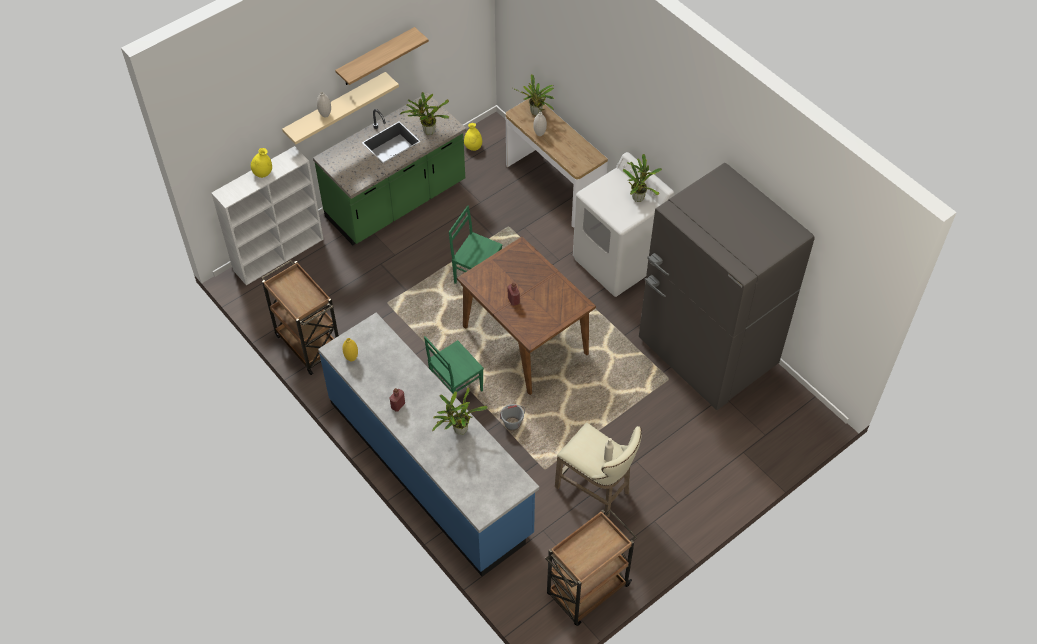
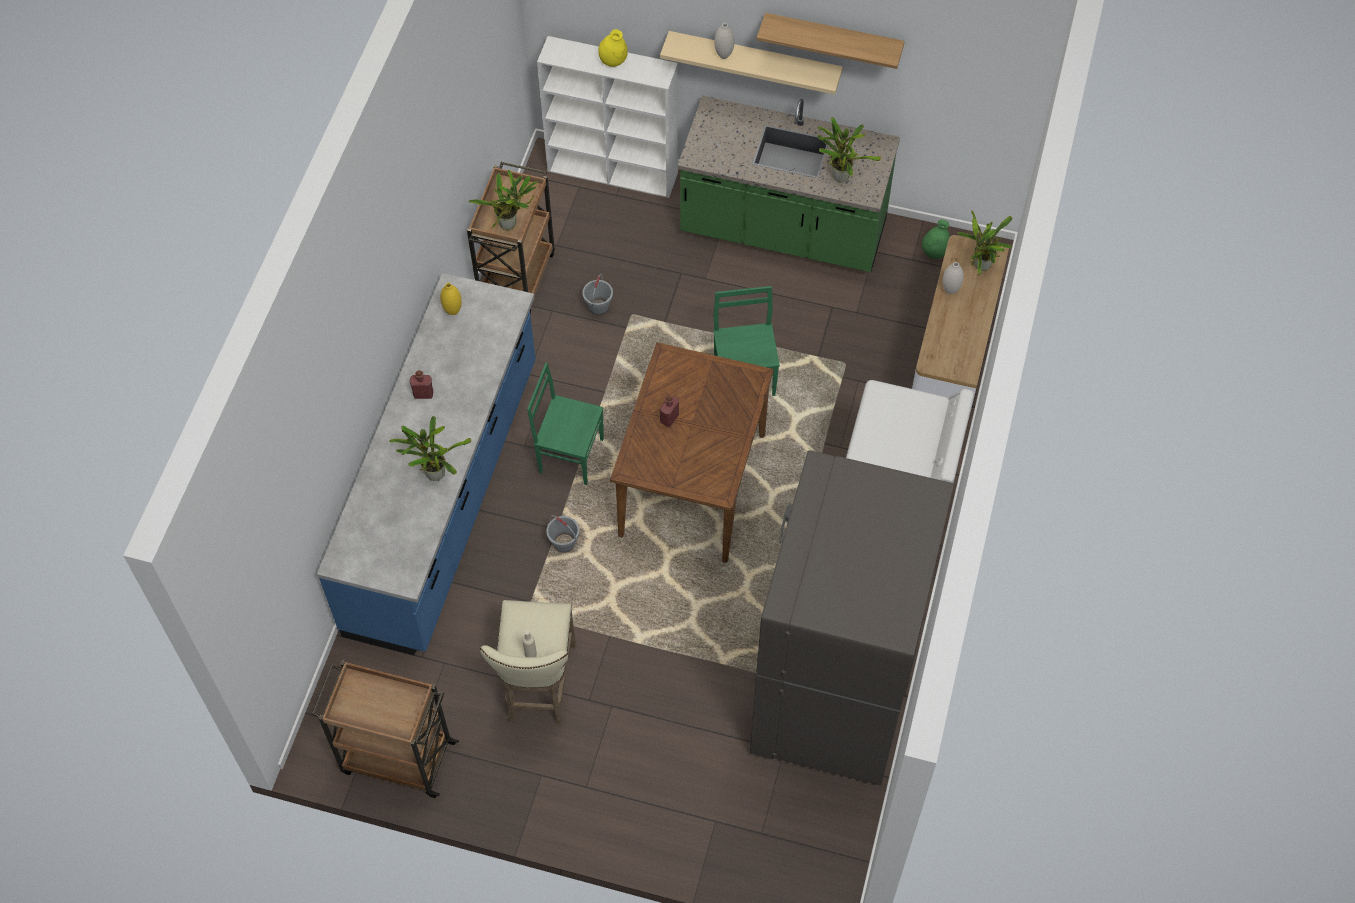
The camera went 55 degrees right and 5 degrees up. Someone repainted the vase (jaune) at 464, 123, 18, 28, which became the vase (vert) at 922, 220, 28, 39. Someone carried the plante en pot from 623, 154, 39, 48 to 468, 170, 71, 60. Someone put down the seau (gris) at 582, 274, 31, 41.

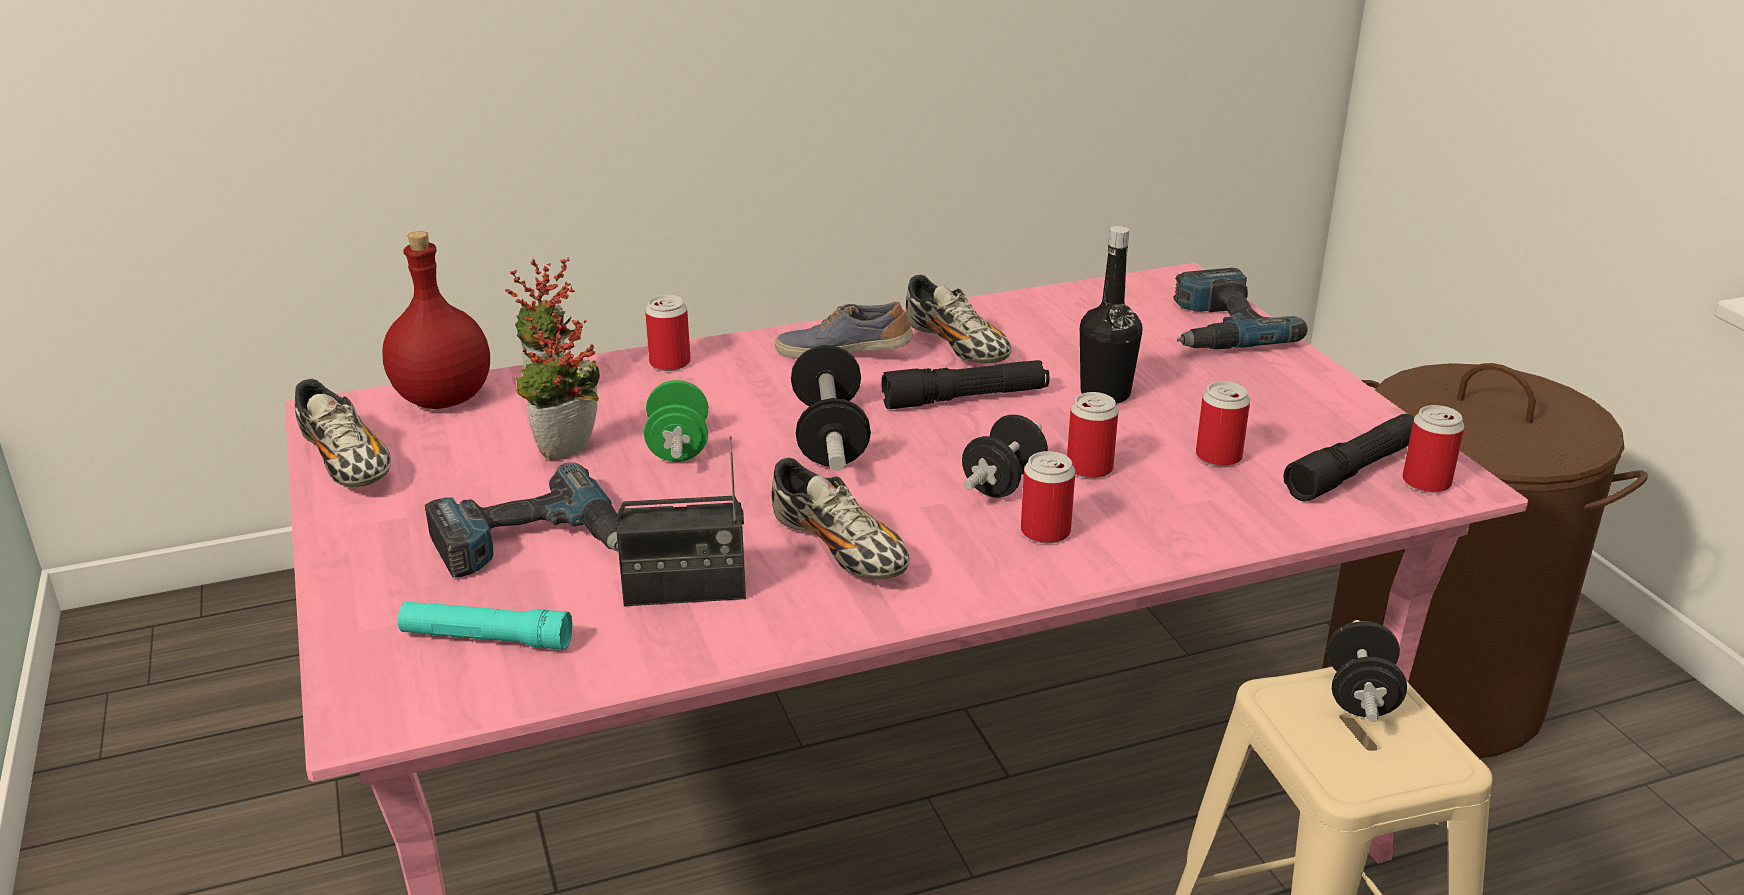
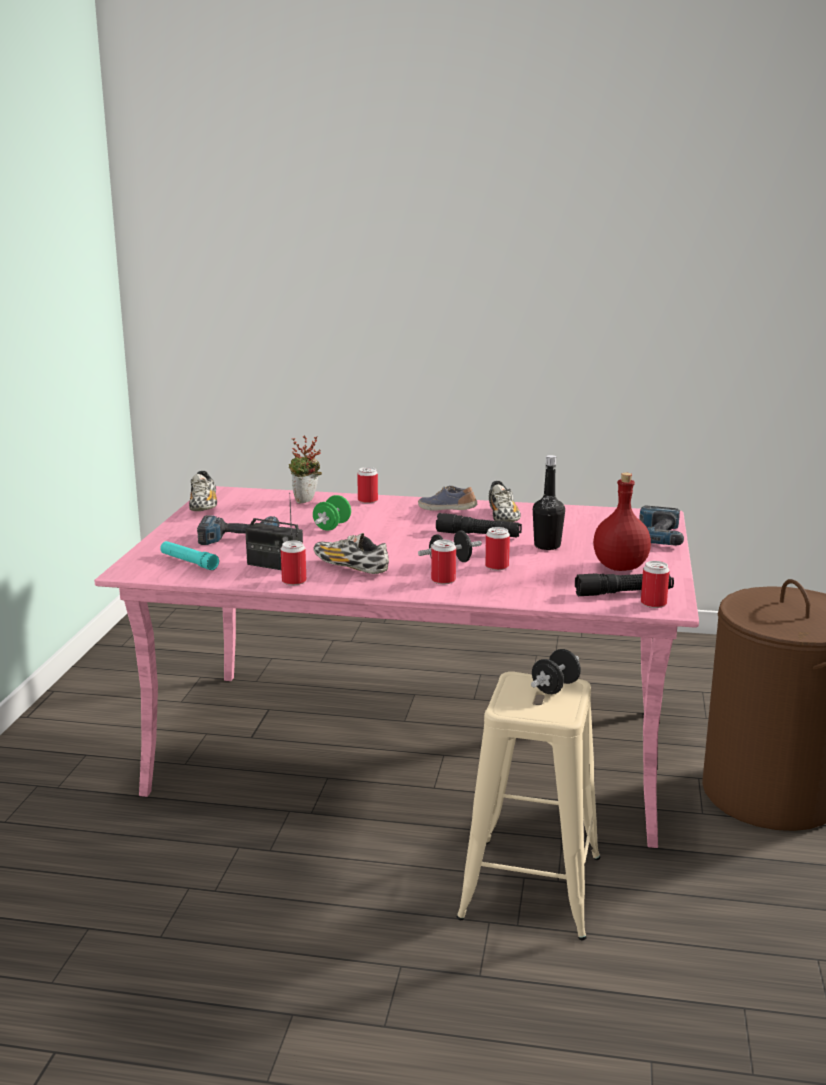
The camera went 30 degrees right and 10 degrees down. Someone carried the bouteille (rouge) from 382, 231, 108, 178 to 593, 473, 58, 98. Someone took away the plante en pot at 516, 310, 84, 151. Someone took away the haltère at 791, 345, 80, 126. Someone carried the boîte métallique from 1196, 381, 54, 85 to 281, 540, 25, 45. Someone rotated the chaussure at 772, 457, 138, 122 by 135 degrees clockwise.

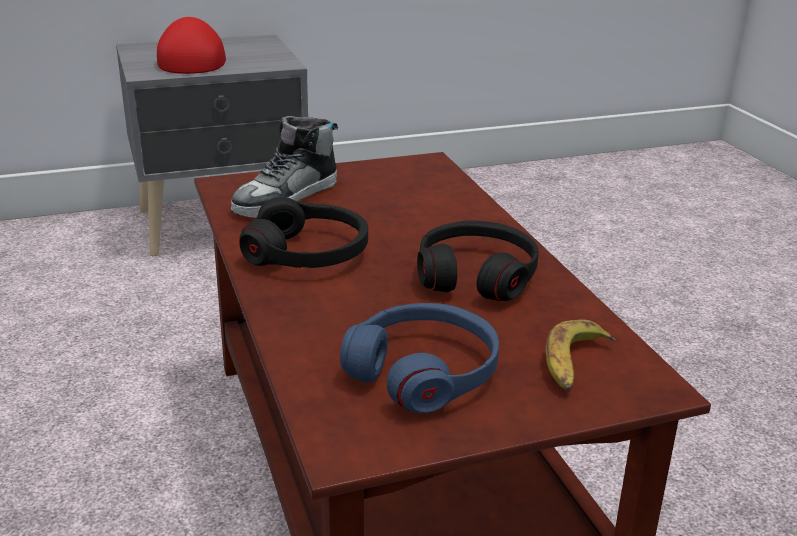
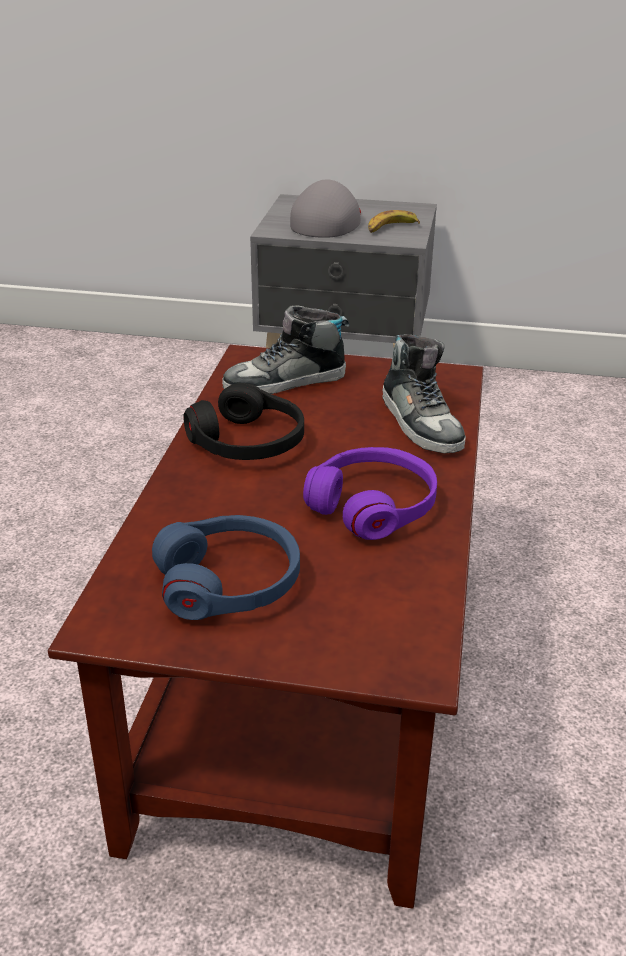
The camera went 30 degrees right and 5 degrees up. Someone repainted the casquette (rouge) at 157, 17, 69, 57, which became the casquette (gris) at 290, 179, 71, 59. Someone repainted the casque audio (noir) at 417, 221, 122, 80, which became the casque audio (violet) at 303, 447, 134, 93. Someone carried the banane from 545, 319, 71, 73 to 368, 210, 52, 23. Someone put down the chaussure at 383, 334, 83, 120.

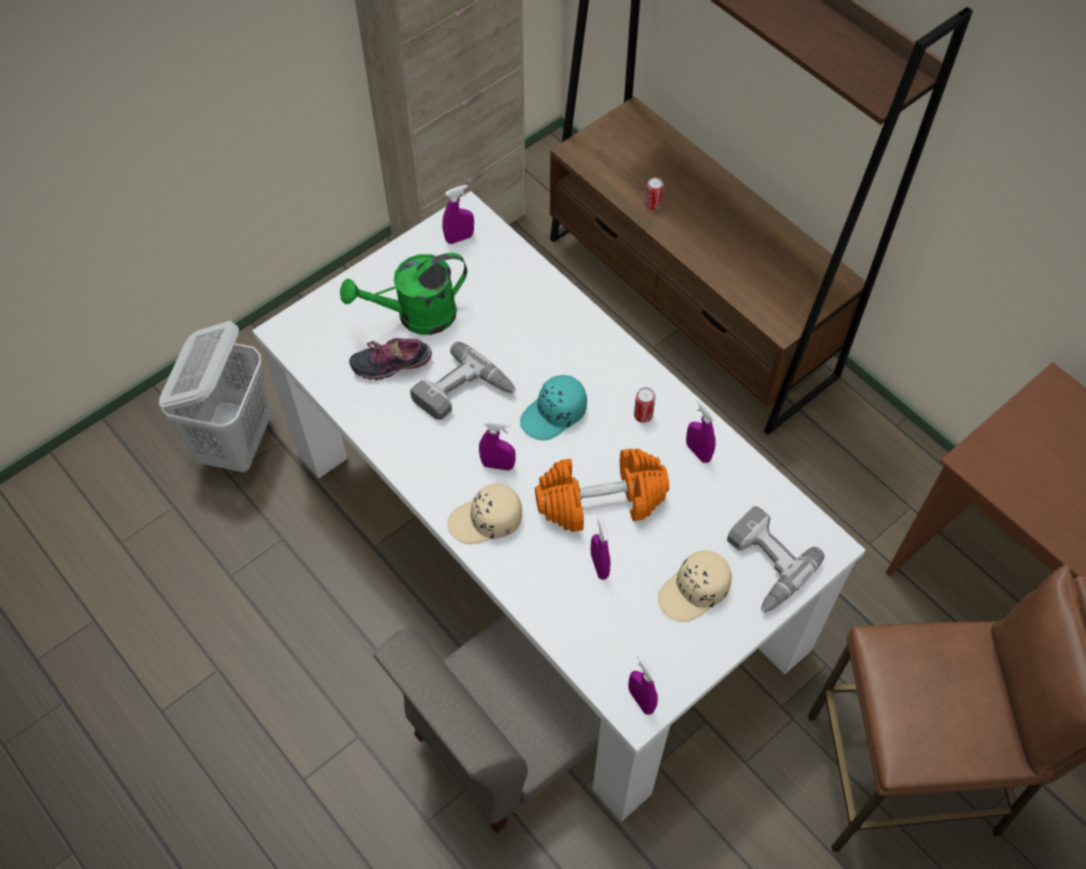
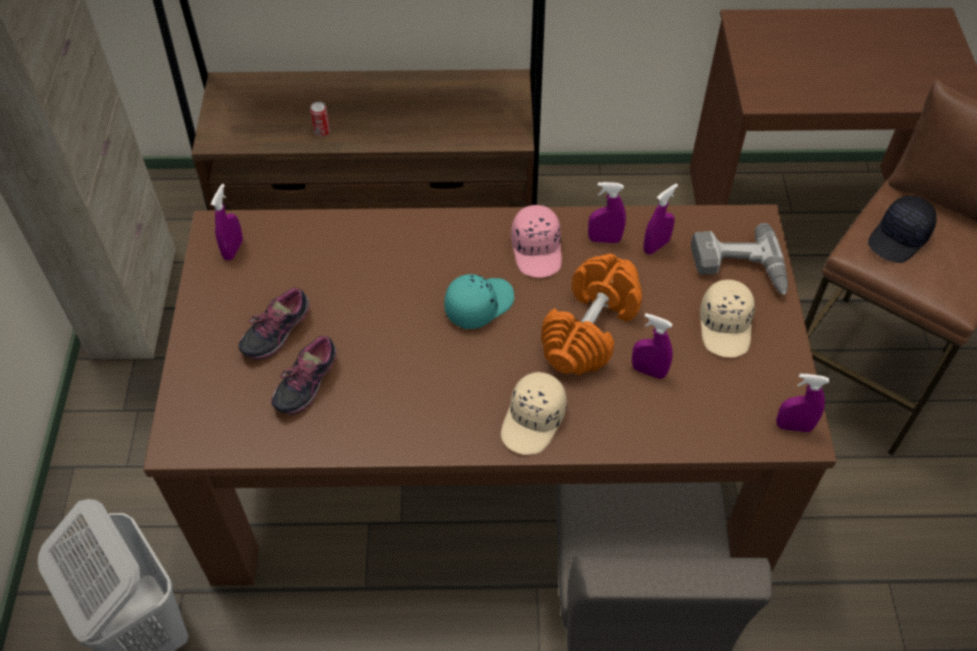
The camera went 50 degrees left and 5 degrees down. Someone repainted the table à manger (blanc) at 252, 191, 613, 631, which became the table à manger (marron) at 143, 204, 694, 382. Someone swapped the arrosoir (vert) at 340, 253, 127, 82 for the chaussure at 238, 288, 72, 72. Someone took away the perceuse at 410, 341, 106, 79. Someone rotated the casquette (turquoise) at 520, 375, 67, 66 by 135 degrees counterclockwise. Someone swapped the boîte métallique at 634, 387, 22, 36 for the casquette (rose) at 511, 205, 51, 73. Someone carried the vaporisateur (violet) from 479, 421, 37, 49 to 643, 183, 35, 71. Someone put down the casquette (noir) at 868, 196, 69, 67.

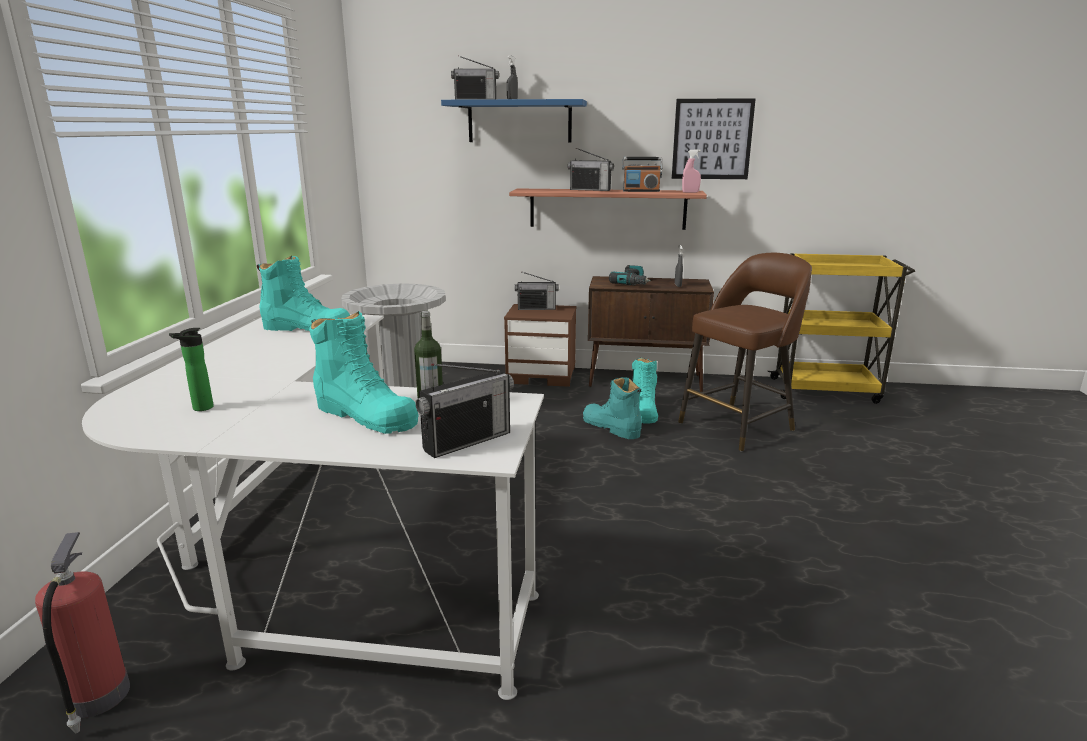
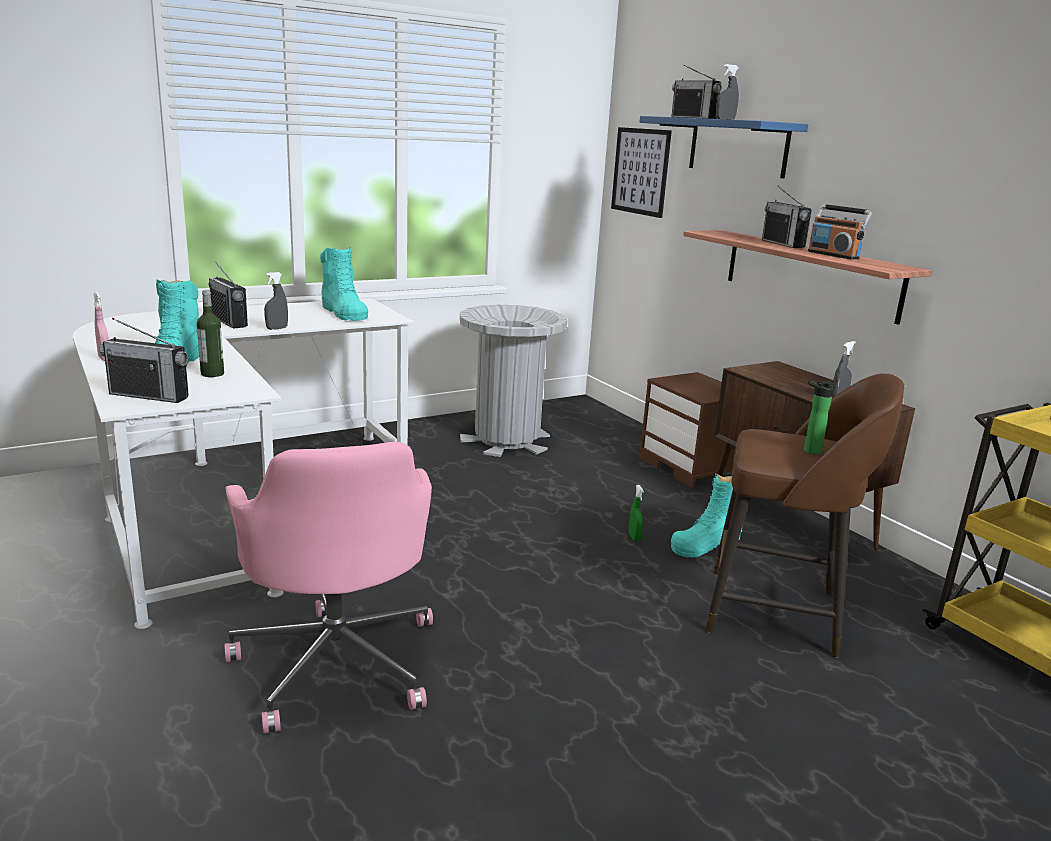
The camera went 50 degrees right and 0 degrees up. Someone carried the tableau from 672, 98, 84, 81 to 611, 127, 61, 91. Someone carried the vaporisateur (rose) from 682, 150, 19, 43 to 93, 292, 16, 69. Someone took away the perceuse at 609, 265, 42, 20. Someone carried the radio from 515, 271, 44, 39 to 209, 262, 39, 67. Someone carried the bouteille from 169, 328, 45, 83 to 804, 381, 31, 74. Someone swapped the botte (turquoise) at 583, 377, 59, 62 for the vaporisateur (vert) at 628, 485, 16, 57. Someone took away the extincteur at 35, 532, 95, 201. Someone put down the vaporisateur (gris) at 264, 272, 24, 58. Someone put down the chaise de bureau (rose) at 224, 441, 209, 293.

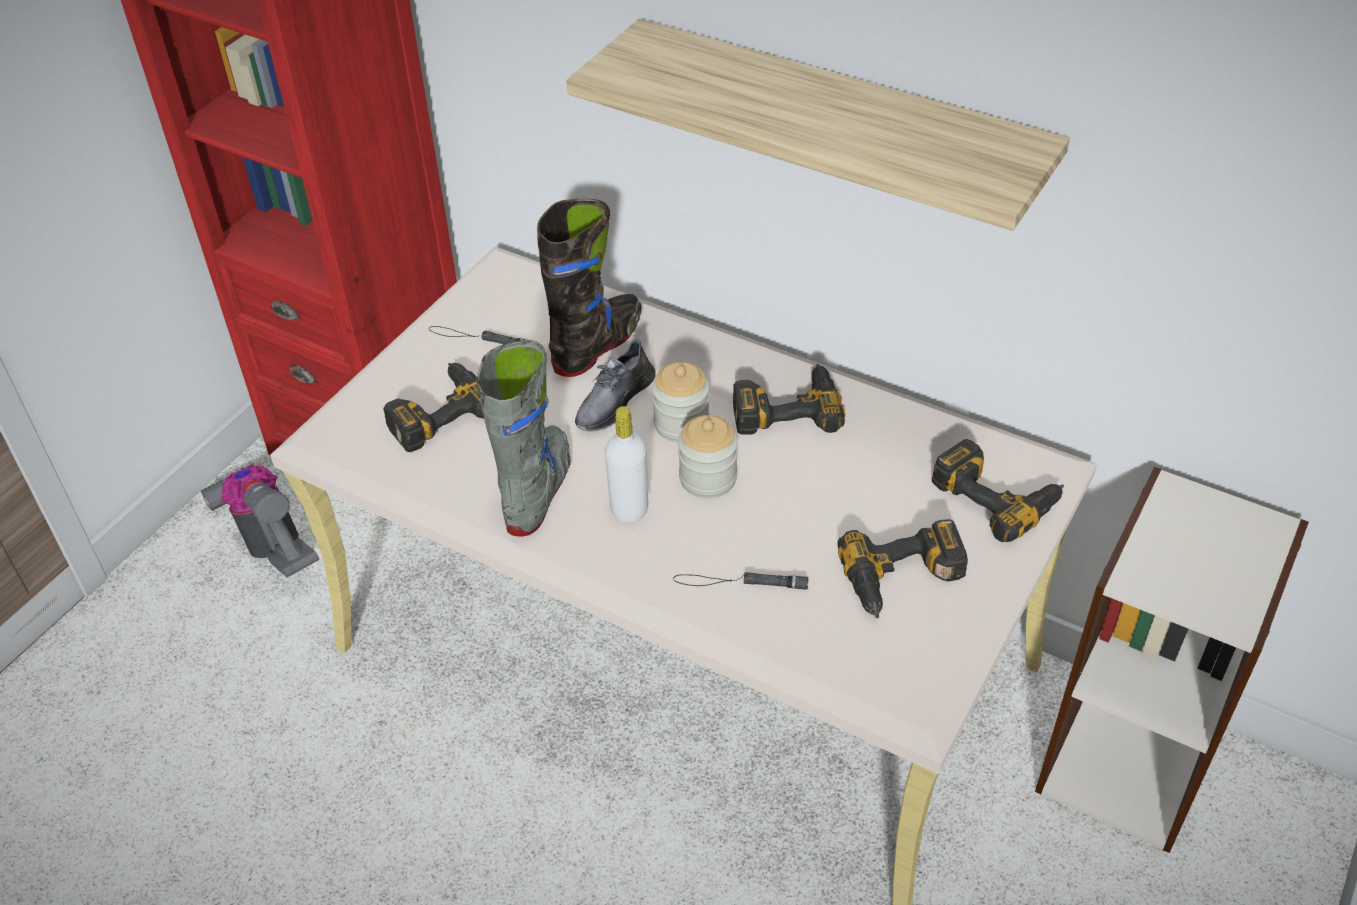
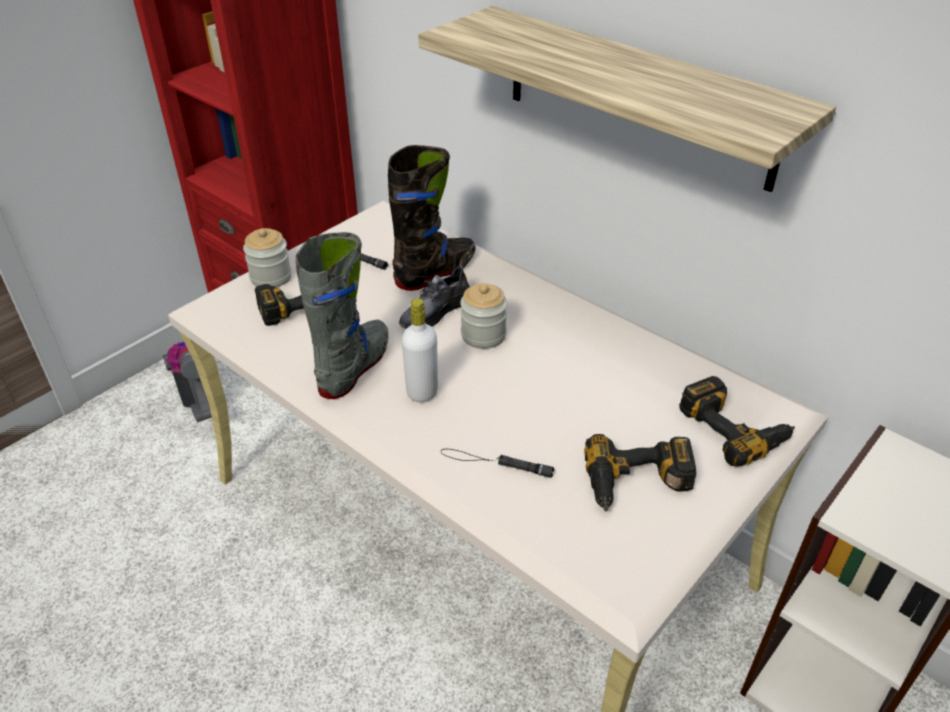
The camera went 10 degrees right and 5 degrees down. Someone took away the perceuse at 733, 364, 112, 71. Someone carried the bocal from 678, 415, 60, 83 to 243, 228, 49, 59.

